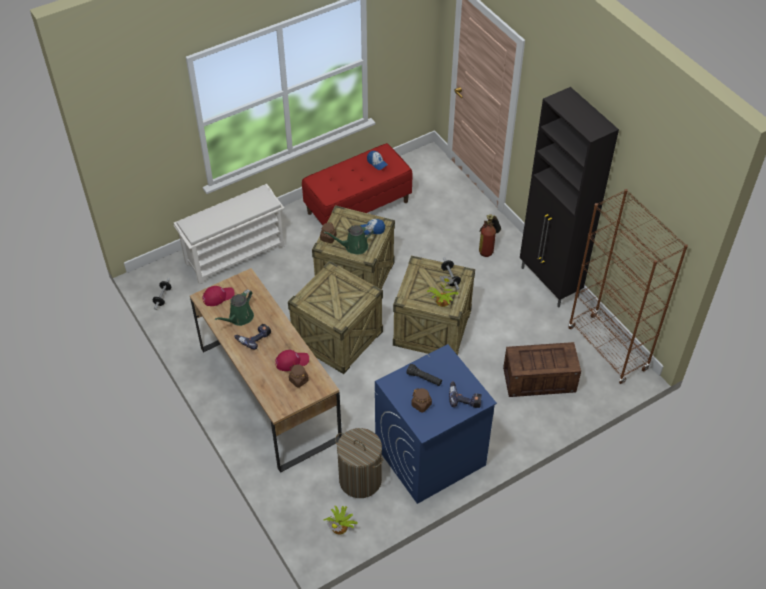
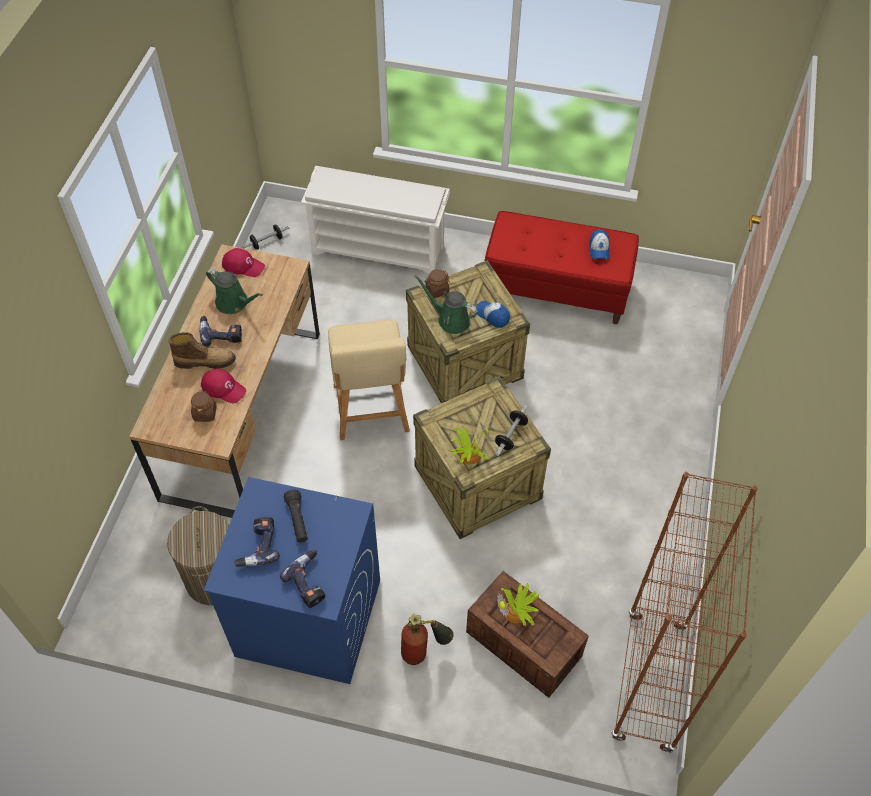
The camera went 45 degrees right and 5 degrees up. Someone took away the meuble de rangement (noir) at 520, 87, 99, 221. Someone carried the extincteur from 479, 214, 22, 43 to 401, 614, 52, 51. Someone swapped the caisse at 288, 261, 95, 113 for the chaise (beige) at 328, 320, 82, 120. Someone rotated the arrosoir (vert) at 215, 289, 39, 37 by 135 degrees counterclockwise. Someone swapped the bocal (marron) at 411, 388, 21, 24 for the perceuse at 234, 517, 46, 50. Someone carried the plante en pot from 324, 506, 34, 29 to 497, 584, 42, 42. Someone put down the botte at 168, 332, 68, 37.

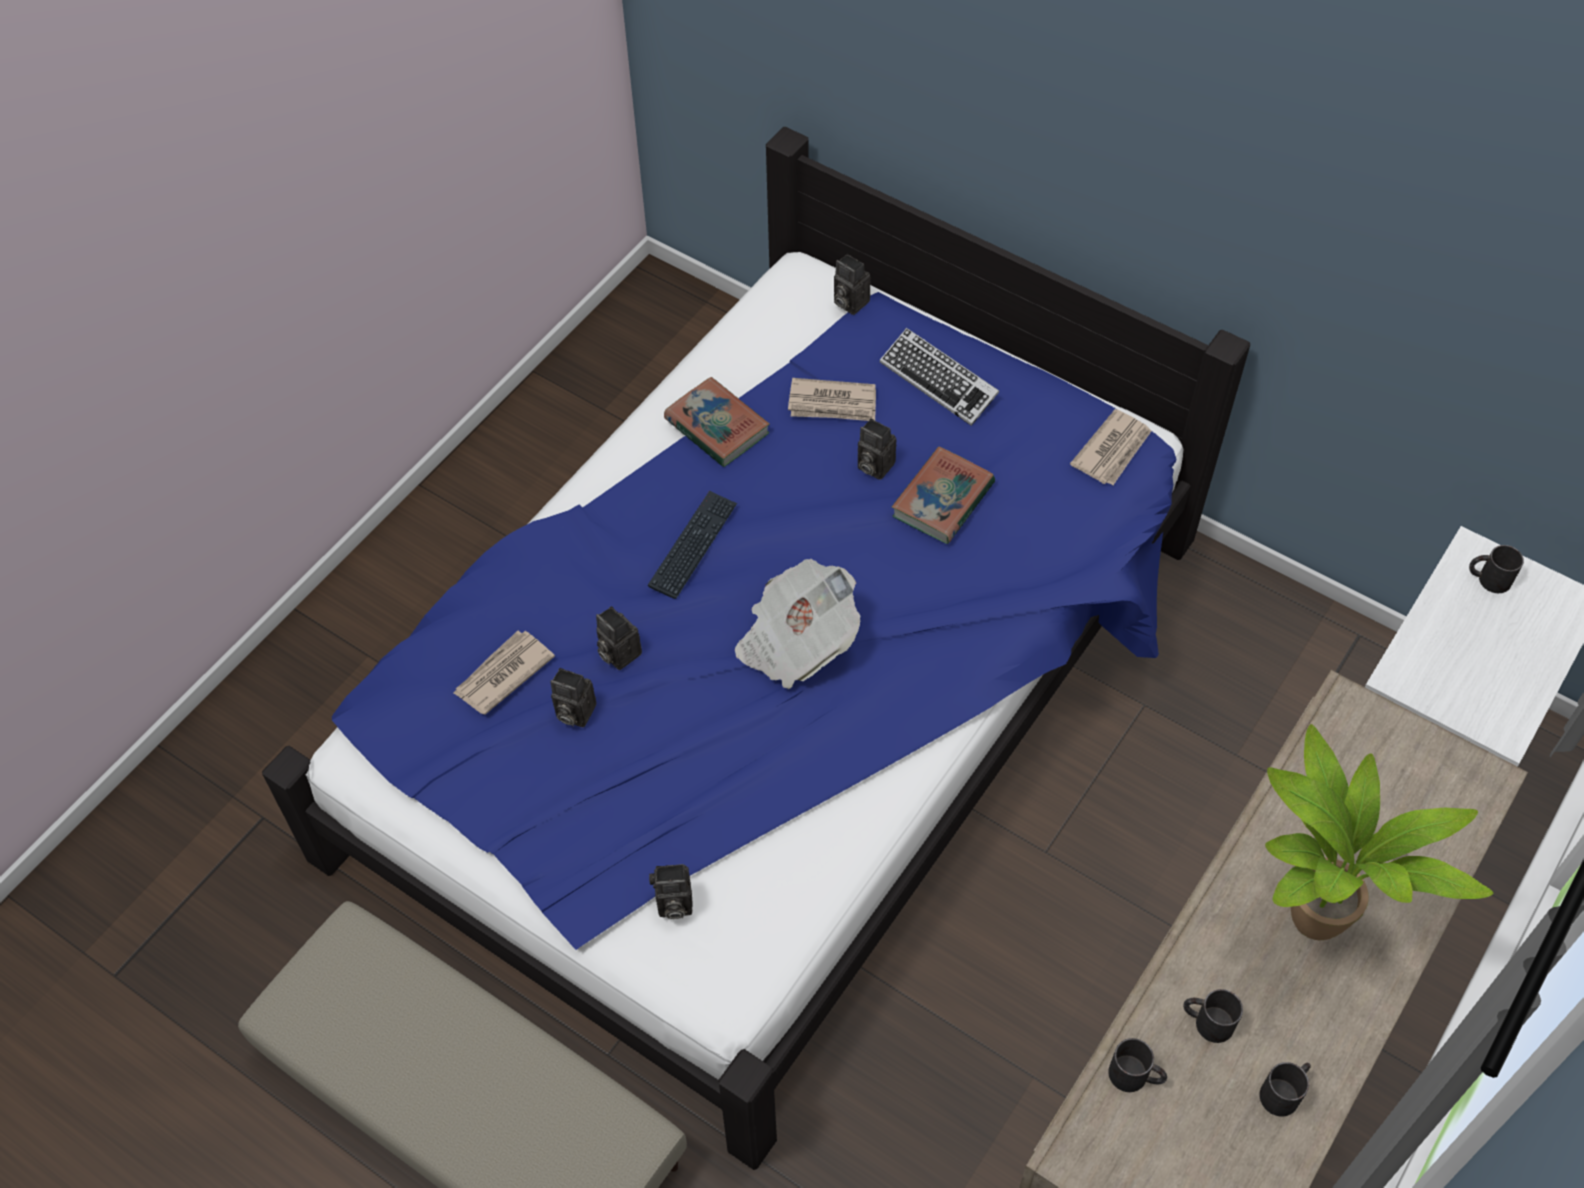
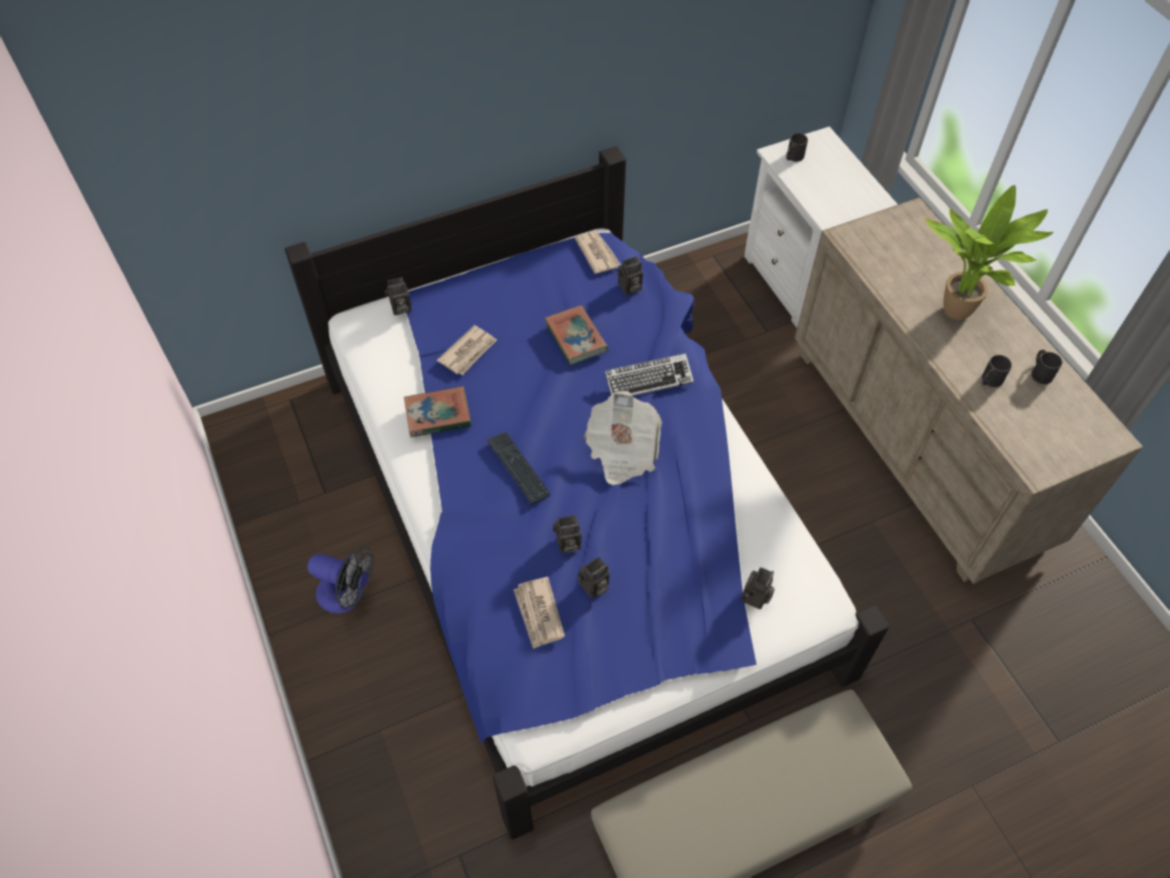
The camera went 60 degrees left and 0 degrees up. Someone carried the clavier from 880, 328, 119, 98 to 605, 353, 89, 43. Someone carried the appareil photo from 858, 418, 38, 62 to 617, 256, 26, 39. Someone took away the mug (noir) at 1108, 1038, 59, 54. Someone put down the ventilateur at 307, 546, 67, 68.

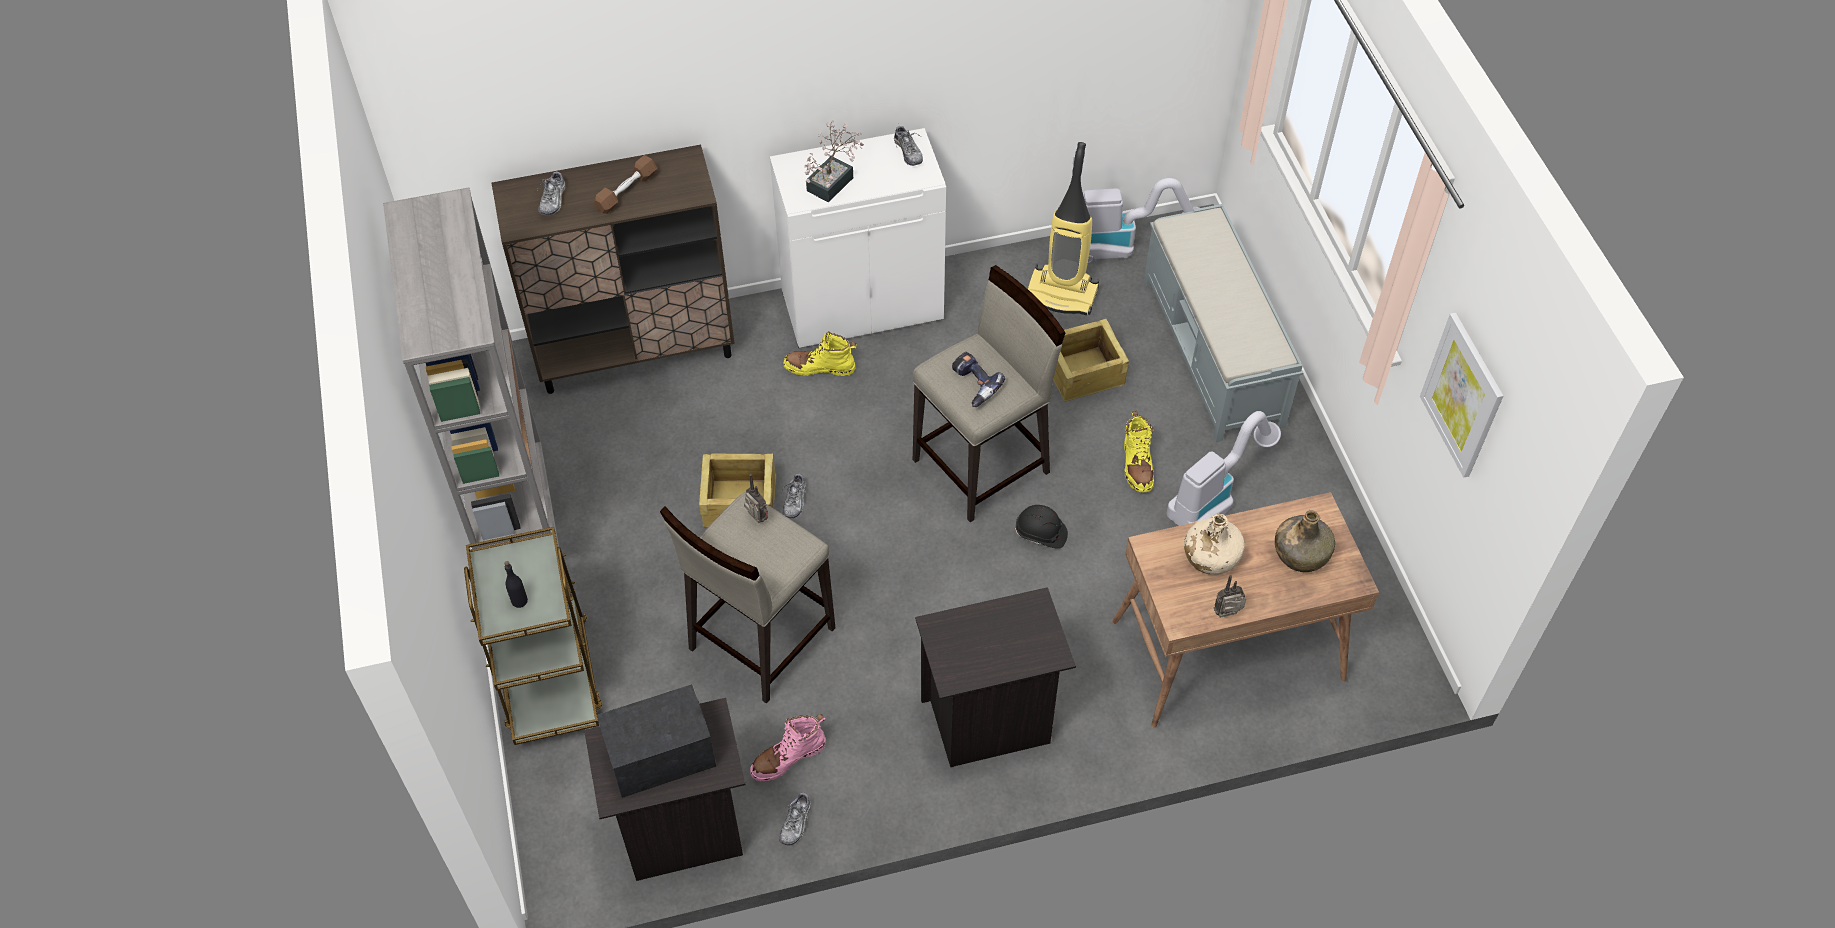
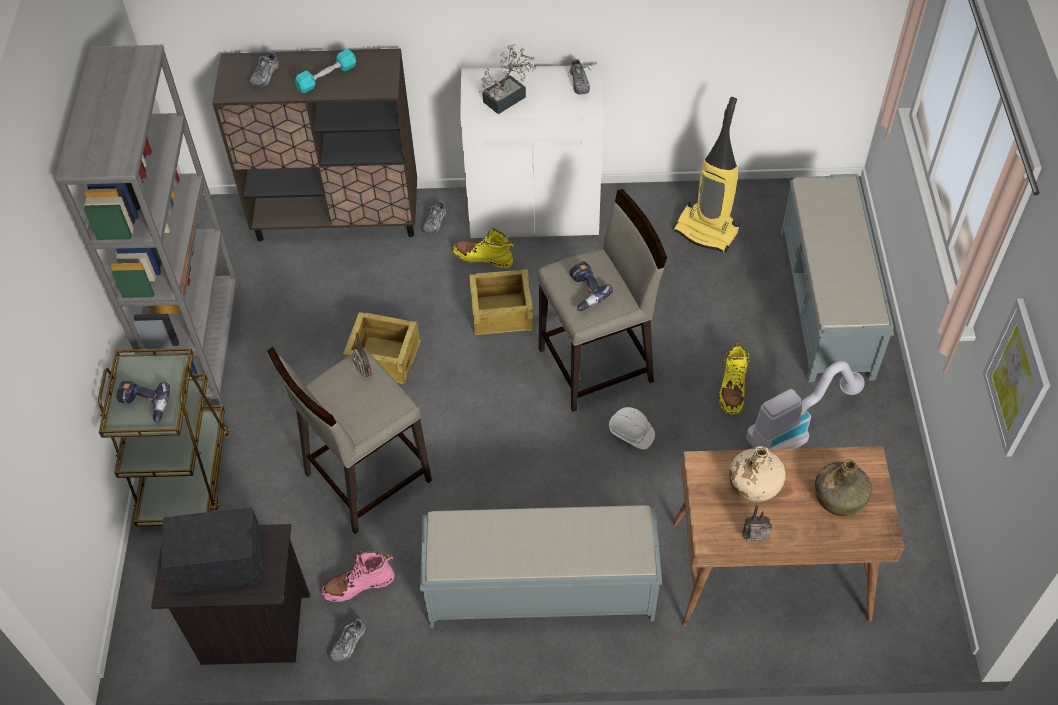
The camera went 15 degrees right and 0 degrees up. Someone repainted the haltère (marron) at 594, 155, 63, 59, which became the haltère (turquoise) at 295, 49, 61, 44. Someone took away the aspirateur at 1083, 178, 116, 85. Someone carried the caisse from 1053, 319, 76, 83 to 469, 269, 64, 66. Someone carried the chaussure from 781, 474, 25, 44 to 422, 199, 25, 35. Someone repainted the casque de chantier (noir) at 1015, 505, 53, 44, which became the casque de chantier (blanc) at 609, 407, 46, 42. Someone swapped the bouteille (noir) at 504, 561, 24, 47 for the perceuse at 116, 381, 54, 42. Someone swapped the table de chevet (noir) at 915, 587, 161, 180 for the banc (gris) at 420, 505, 242, 123.

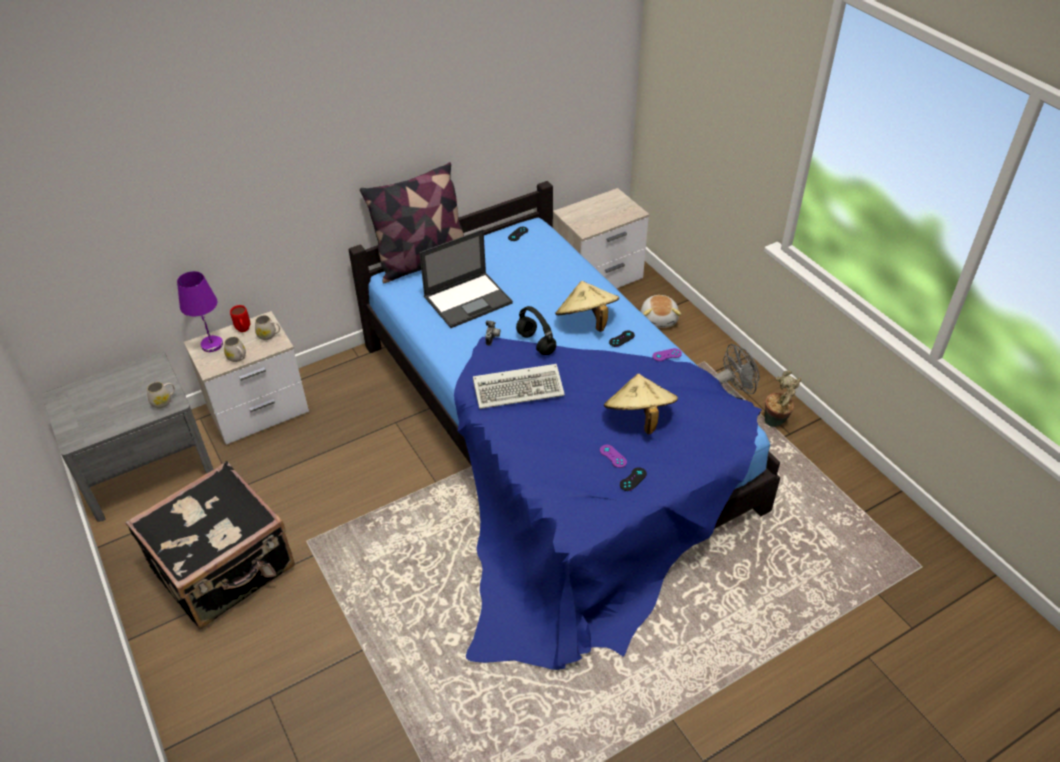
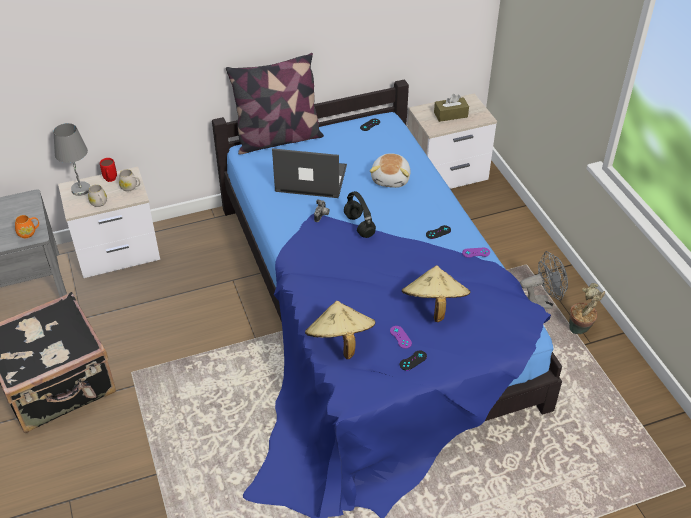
The camera went 10 degrees right and 0 degrees up. Someone rotated the ordinateur portable at 419, 229, 94, 99 by 150 degrees counterclockwise. Someone repainted the lampe de table (violet) at 177, 271, 46, 81, which became the lampe de table (gris) at 53, 123, 37, 73. Someone carried the chapeau (beige) from 555, 281, 64, 51 to 305, 301, 70, 58. Someone carried the peluche from 641, 295, 40, 33 to 370, 153, 41, 35. Someone took away the clavier at 473, 364, 92, 45. Someone repainted the mug (blanc) at 147, 382, 28, 27, which became the mug (orange) at 15, 215, 24, 23. Someone put down the boîte à mouchoirs (marron) at 434, 94, 35, 28.

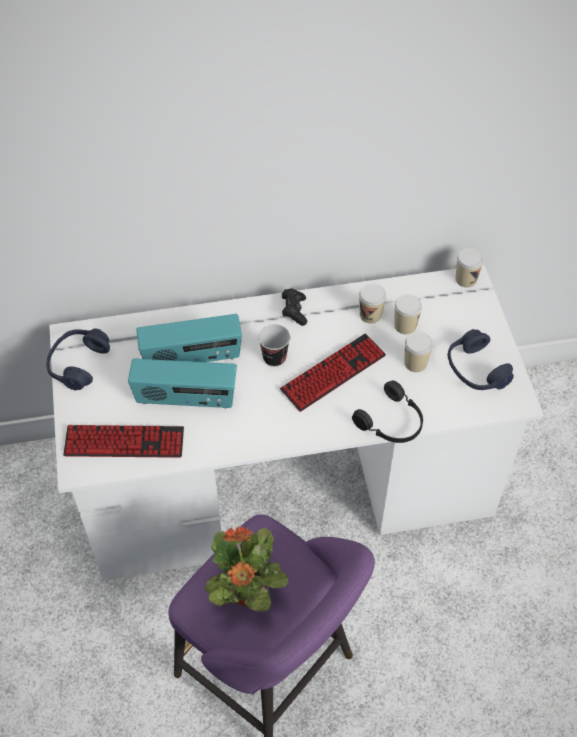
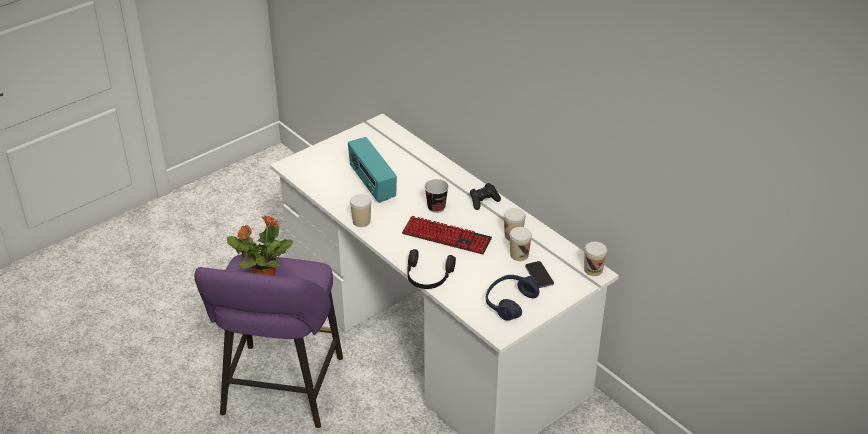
The camera went 60 degrees right and 15 degrees down. Someone took away the radio at 136, 314, 106, 48. Someone took away the casque audio (bleu) at 46, 329, 64, 61. Someone carried the tasse from 404, 331, 29, 41 to 350, 194, 21, 33. Someone took away the clavier at 63, 425, 121, 33. Someone put down the téléphone at 525, 261, 29, 27.

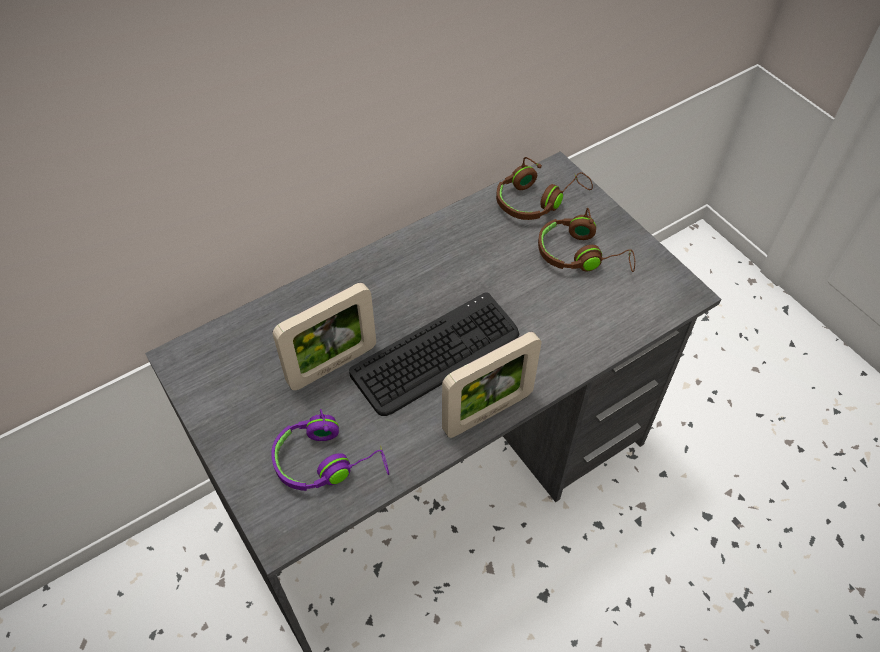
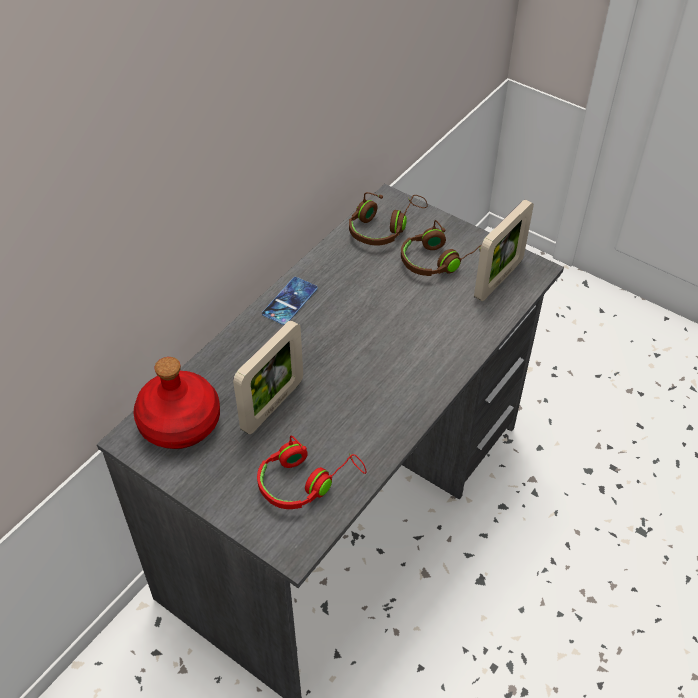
The camera went 20 degrees left and 5 degrees down. Someone took away the clavier at 349, 292, 170, 124. Someone carried the cadre photo from 442, 332, 99, 106 to 474, 200, 60, 101. Someone repainted the casque audio (violet) at 271, 409, 118, 82, which became the casque audio (rouge) at 257, 436, 110, 73. Someone put down the téléphone at 262, 277, 56, 48. Someone put down the bouteille (rouge) at 133, 357, 87, 92.

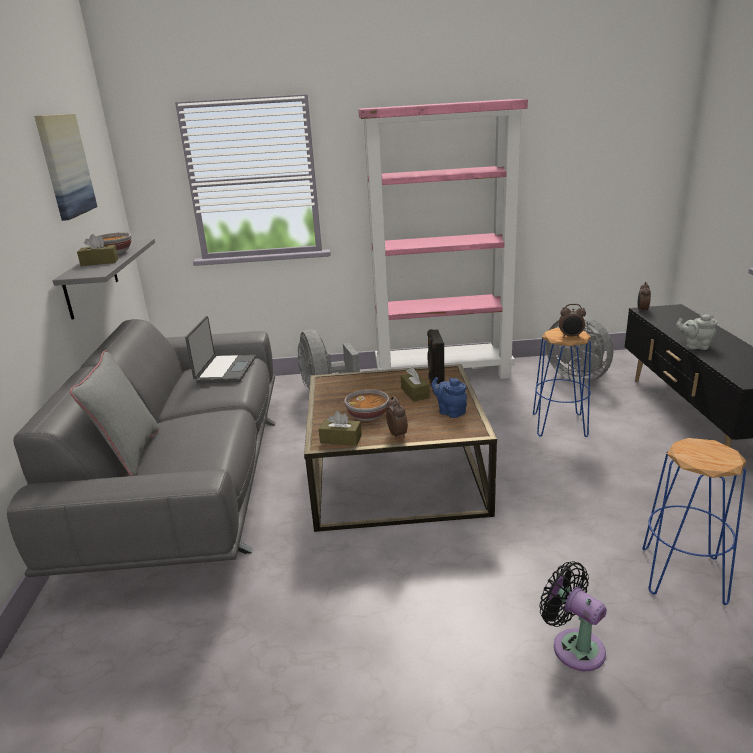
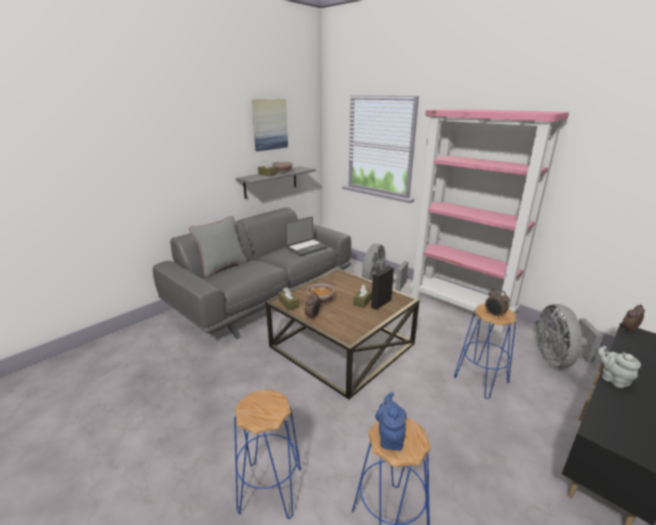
The camera went 45 degrees right and 0 degrees up. Someone carried the théière (bleu) from 431, 377, 36, 41 to 375, 392, 32, 59. Someone swapped the ventilateur (noir) at 539, 561, 68, 110 for the tabouret (bleu) at 234, 390, 67, 129.

